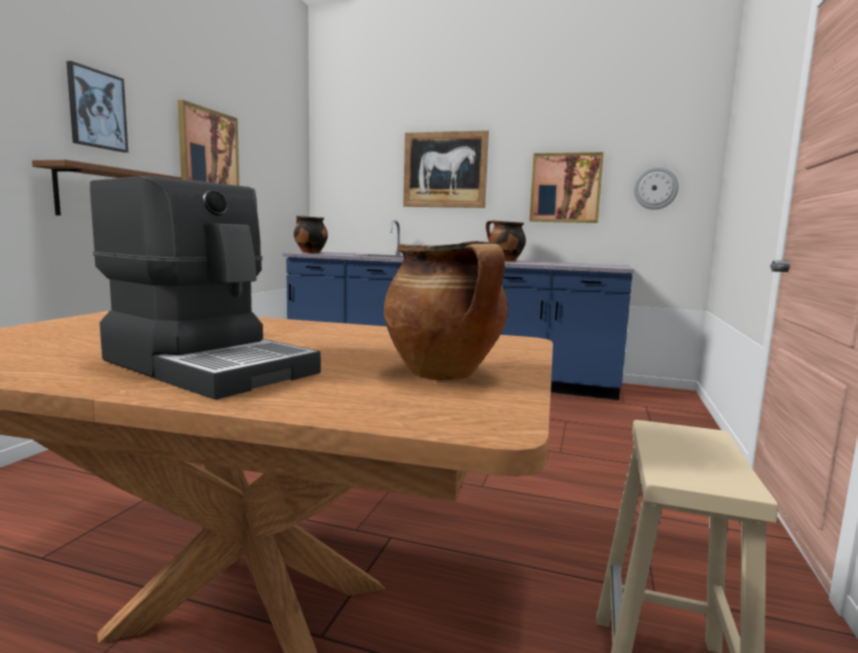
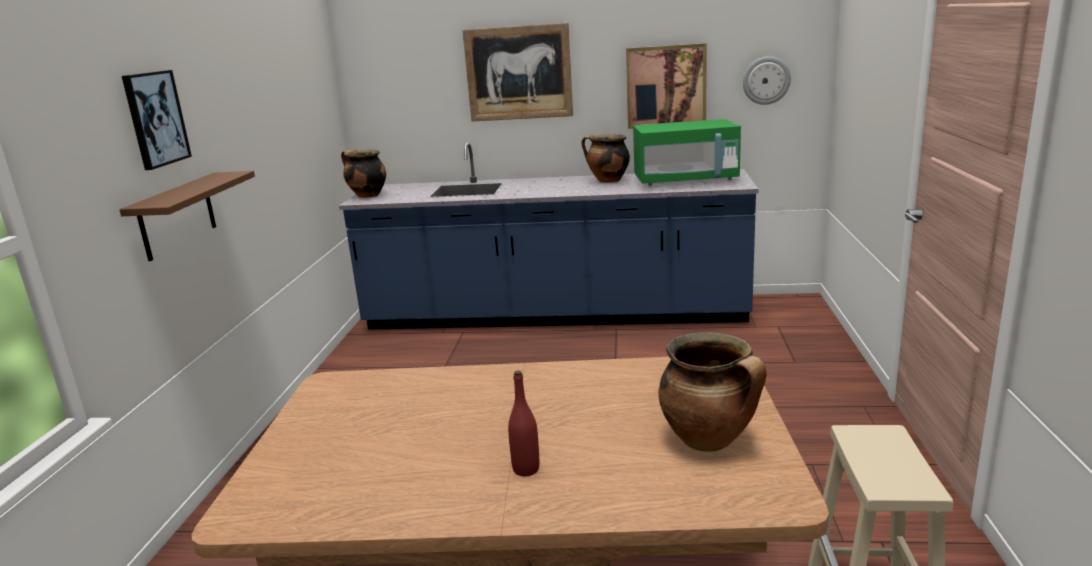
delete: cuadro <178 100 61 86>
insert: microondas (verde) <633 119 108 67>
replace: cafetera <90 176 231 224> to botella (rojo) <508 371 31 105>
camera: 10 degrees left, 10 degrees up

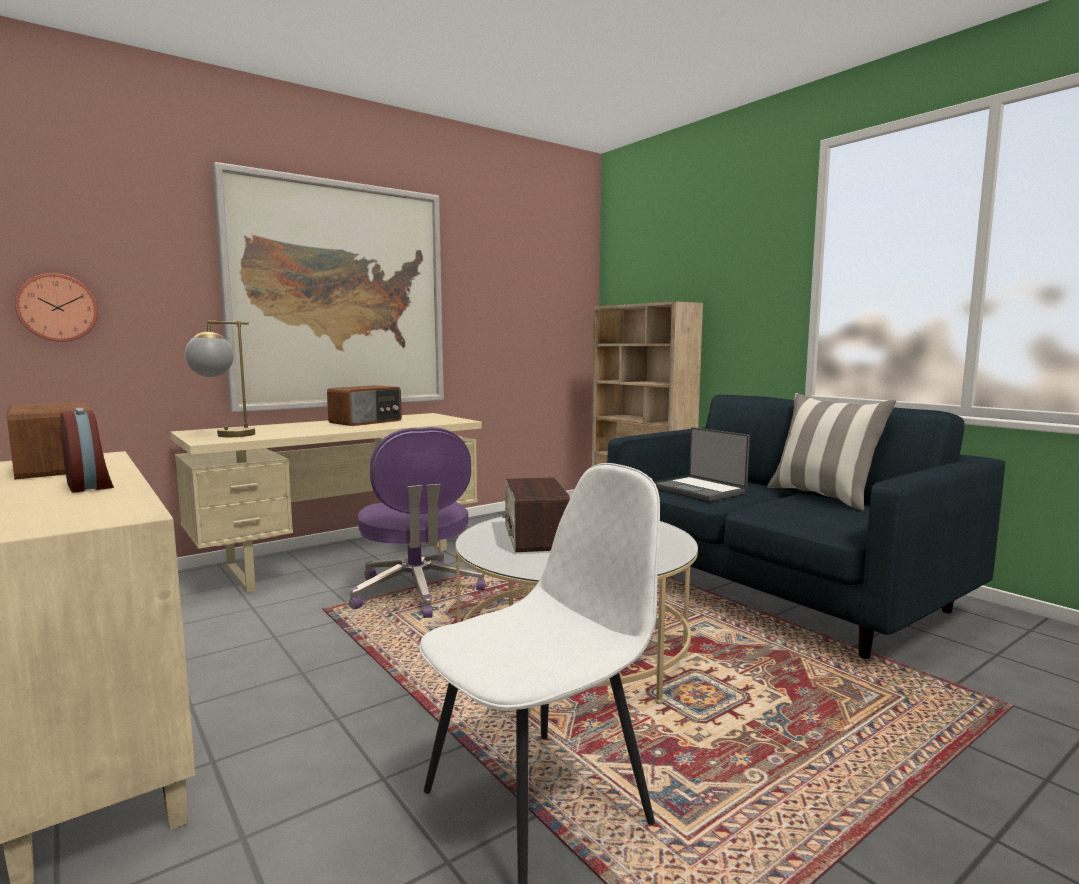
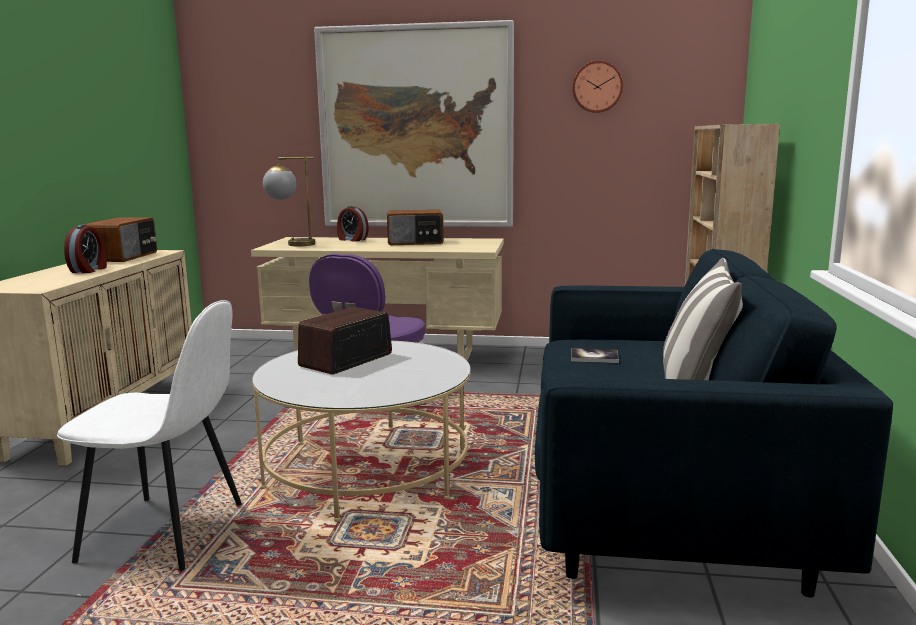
insert: despertador <337 206 32 36>
move: reloj de pared <15 273 83 69> to <572 61 51 52>
replace: portátil <655 427 95 74> to libro <571 348 48 15>
camera: 45 degrees right, 5 degrees up

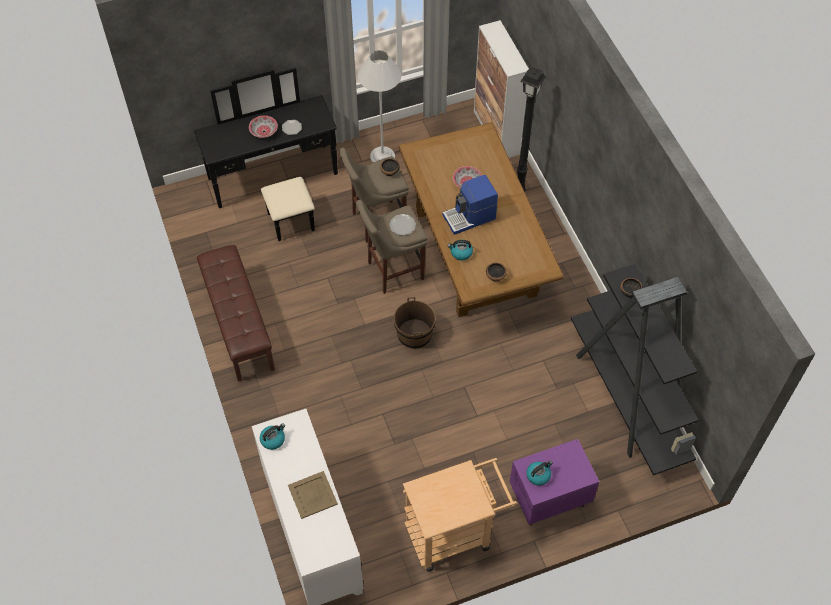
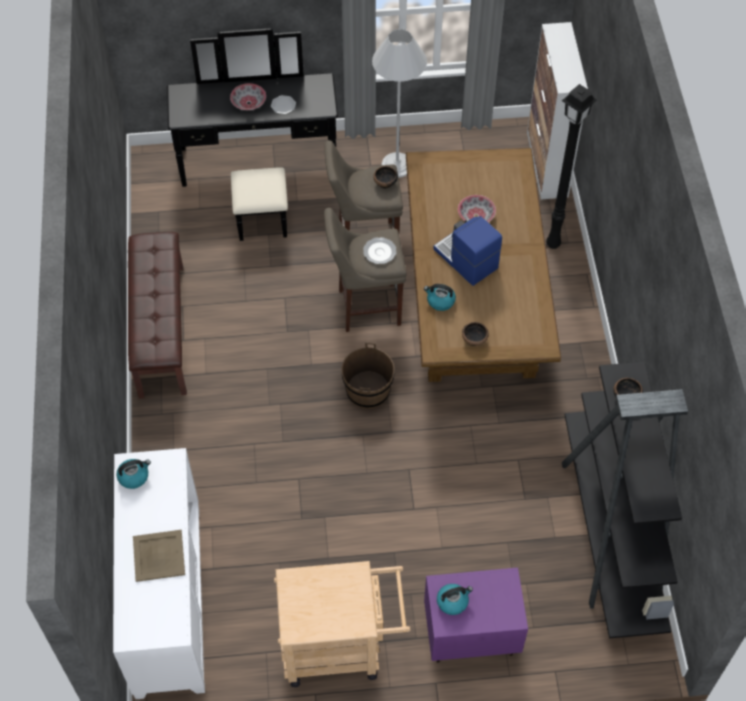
rotate: cafetera <442 175 56 60> = <433 216 69 70> 60 degrees clockwise
camera: 15 degrees right, 0 degrees up

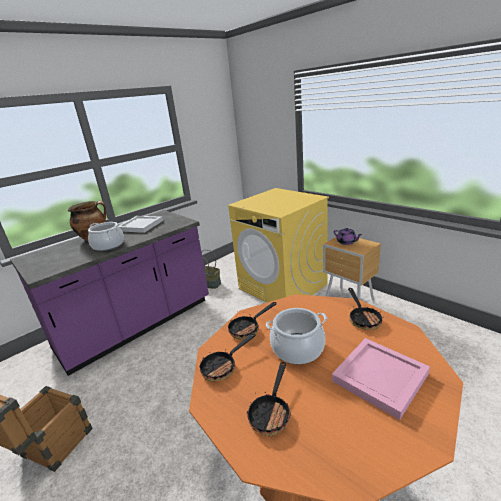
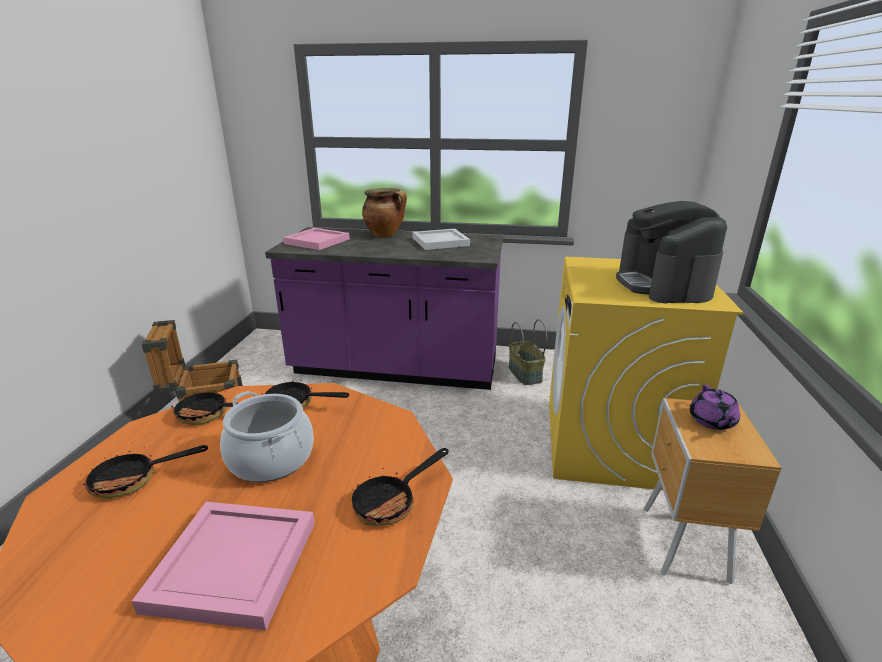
delete: olla <88 222 36 29>
insert: bandeja (rosa) <283 228 67 22>; cafetera <616 201 111 102>
camera: 50 degrees right, 0 degrees up

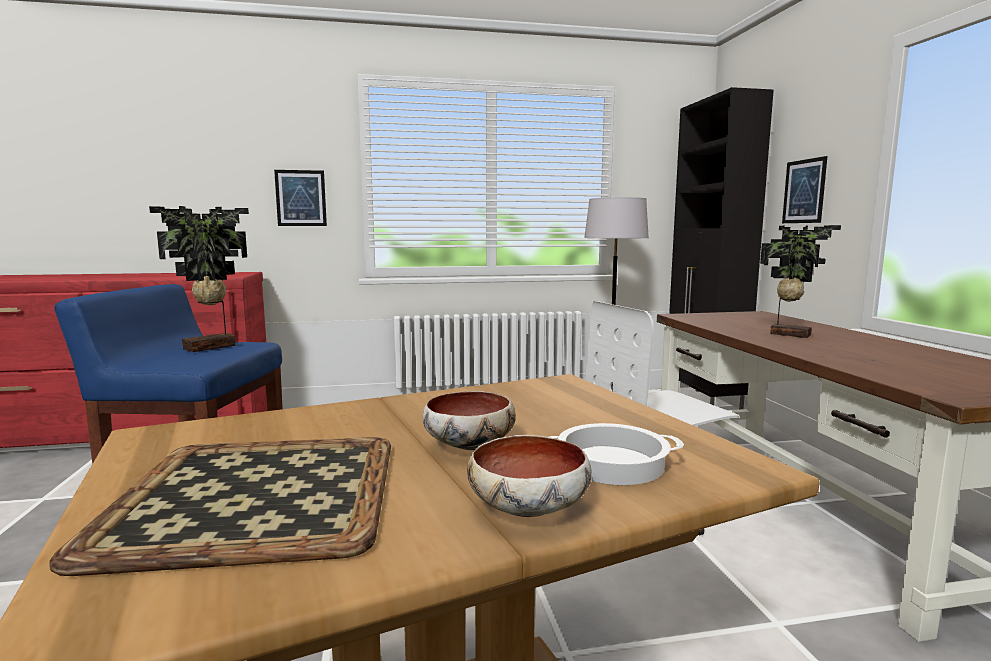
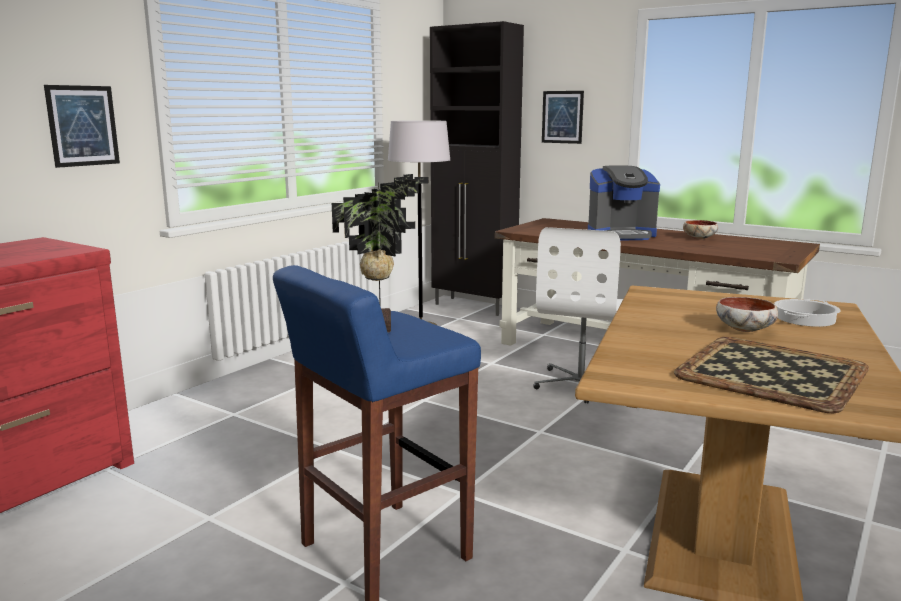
move: cuenco <467 435 125 82> to <683 220 35 19>
replace: planta en maceta <760 225 81 113> to cafetera <588 165 72 75>
camera: 45 degrees left, 5 degrees up

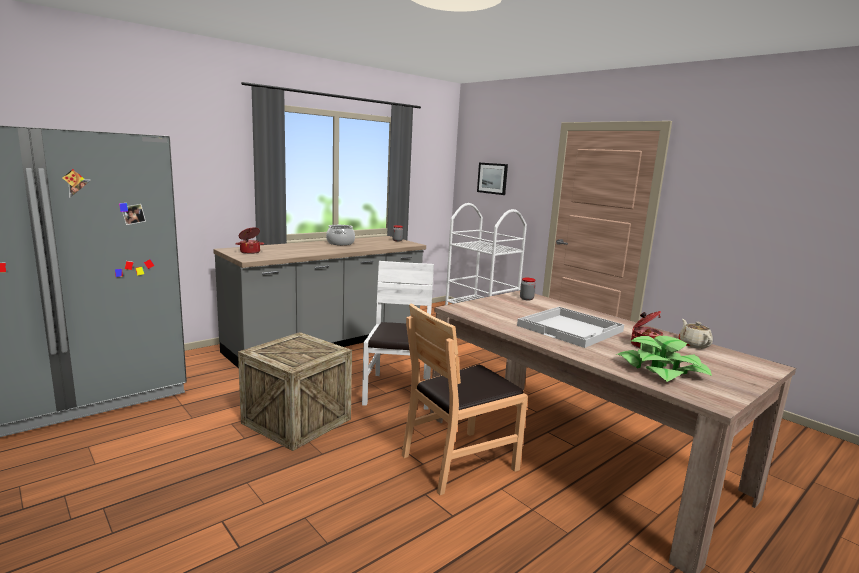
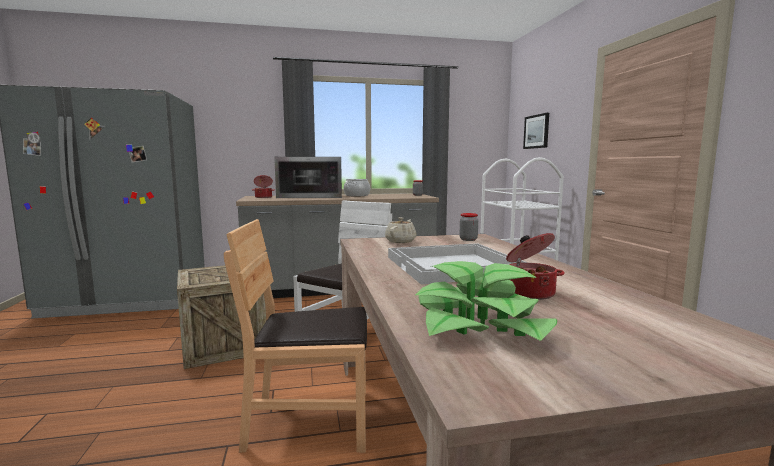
insert: microondas <274 157 68 41>
move: tetera (beis) <679 319 34 30> to <385 217 31 26>
camera: 30 degrees right, 5 degrees down

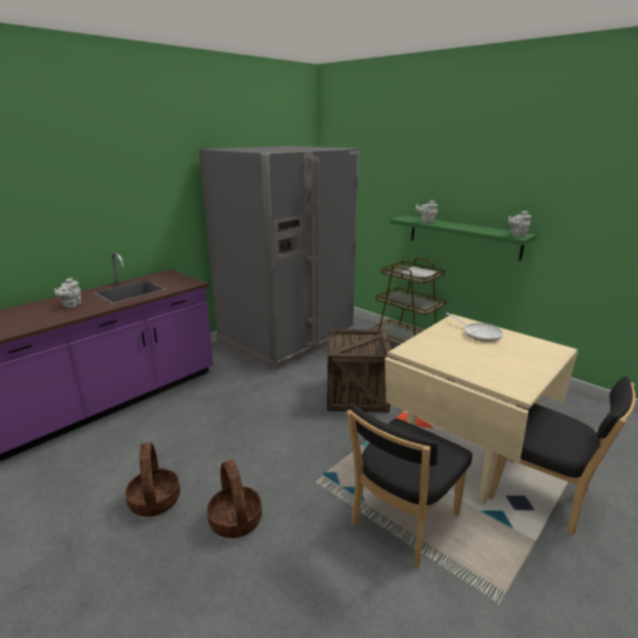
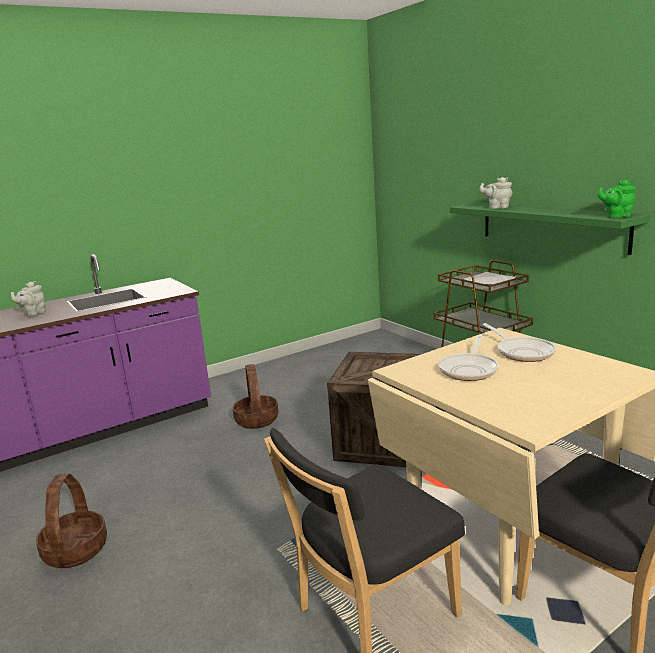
delete: nevera (gris) <199 146 160 224>
insert: sartén <438 335 60 46>
move: cesta <207 460 55 78> to <233 364 46 65>
recolor: tetera (gris) <508 211 23 26> to tetera (verde) <598 179 38 39>
camera: 15 degrees right, 5 degrees down

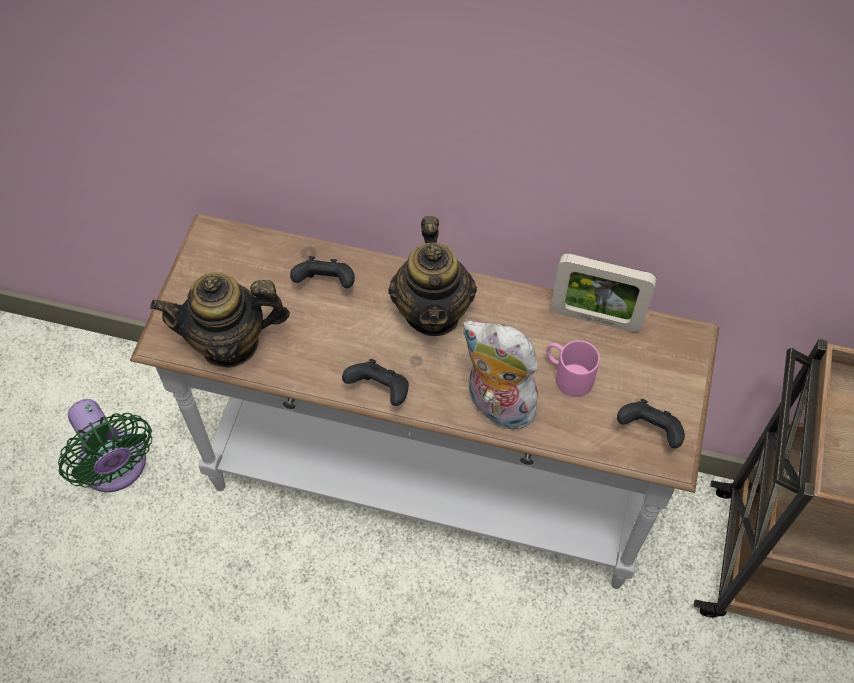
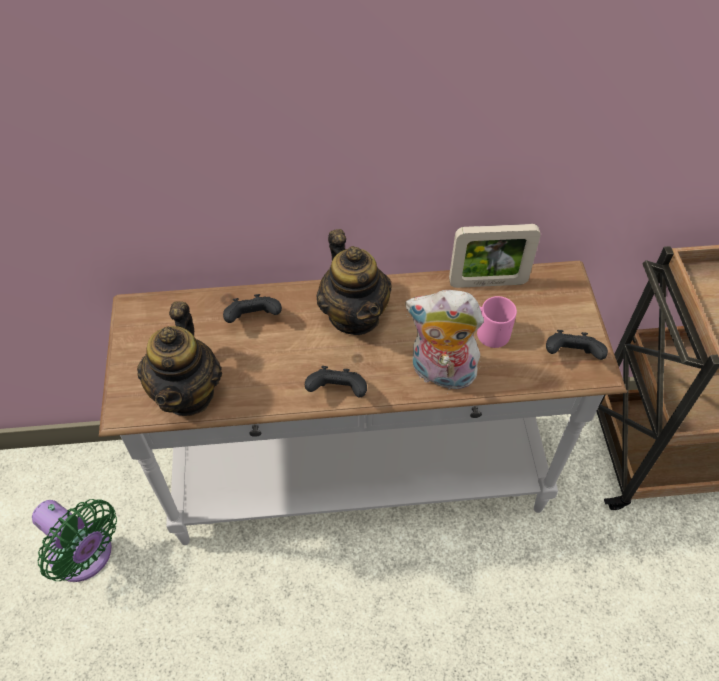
rotate: tetera <150 272 140 96> = <137 301 85 115> 60 degrees counterclockwise
camera: 20 degrees left, 5 degrees down

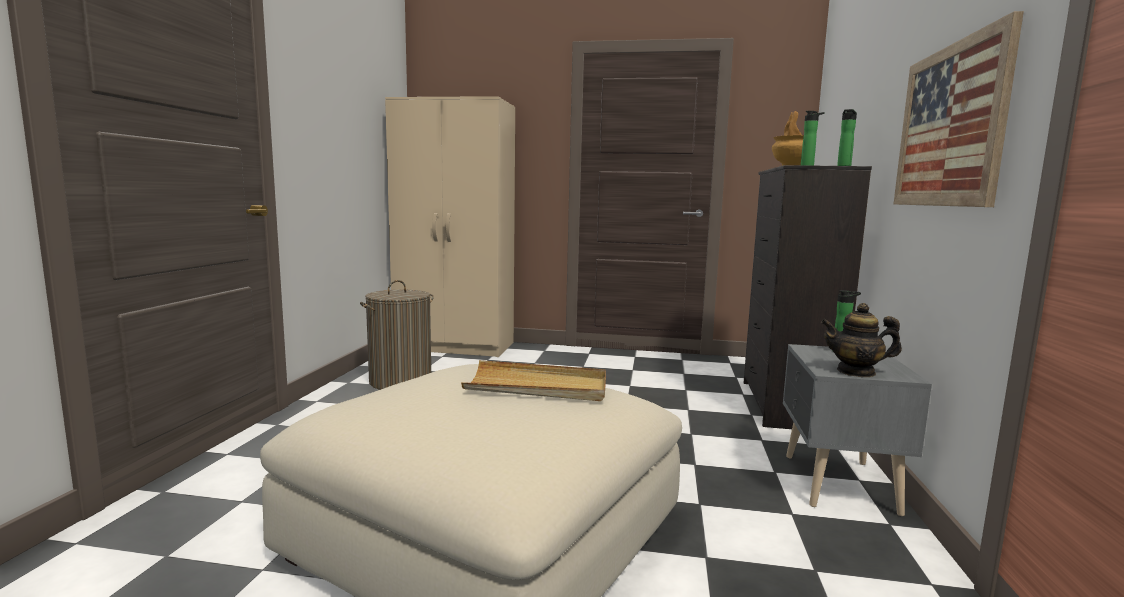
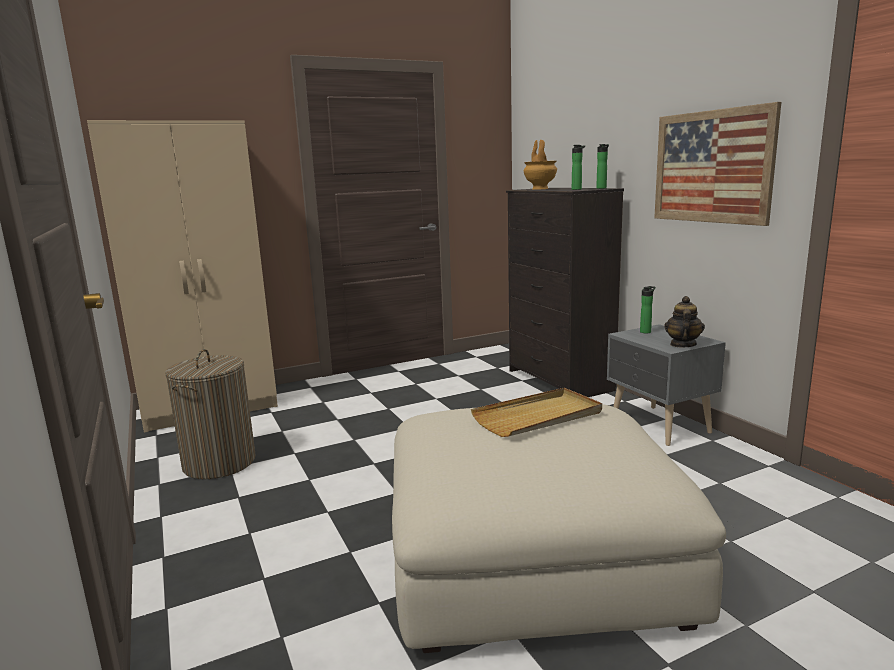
rotate: tetera <821 303 81 74> = <664 296 41 51> 135 degrees clockwise
camera: 35 degrees left, 5 degrees up

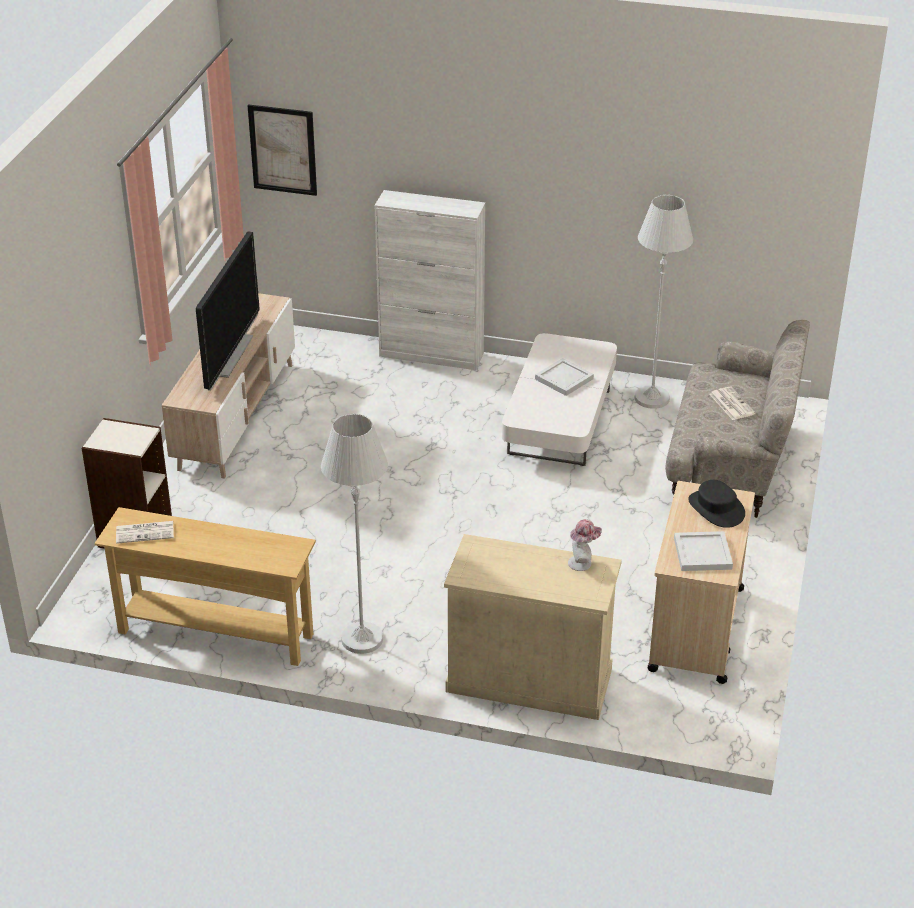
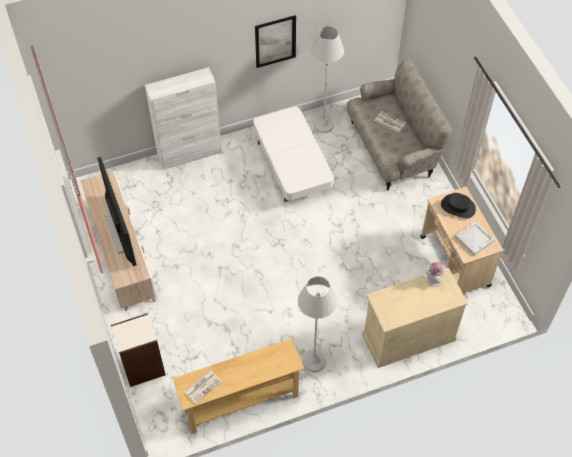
delete: bandeja (blanco) <535 358 59 38>
move: cuadro <247 104 70 92> to <255 15 41 53>
camera: 35 degrees left, 20 degrees up

